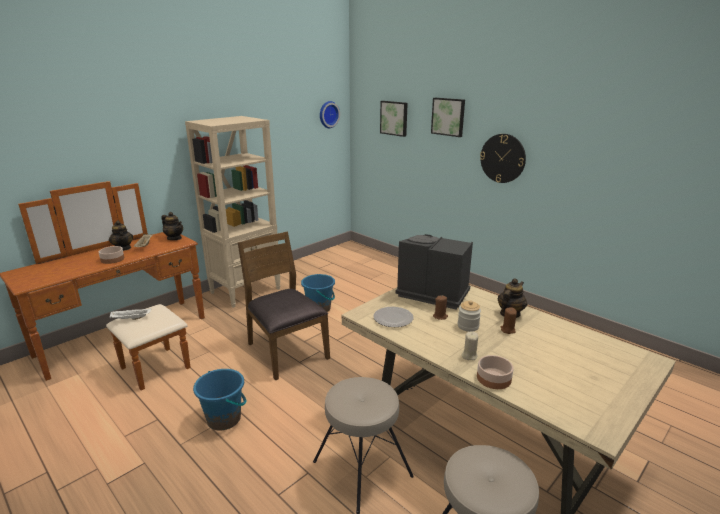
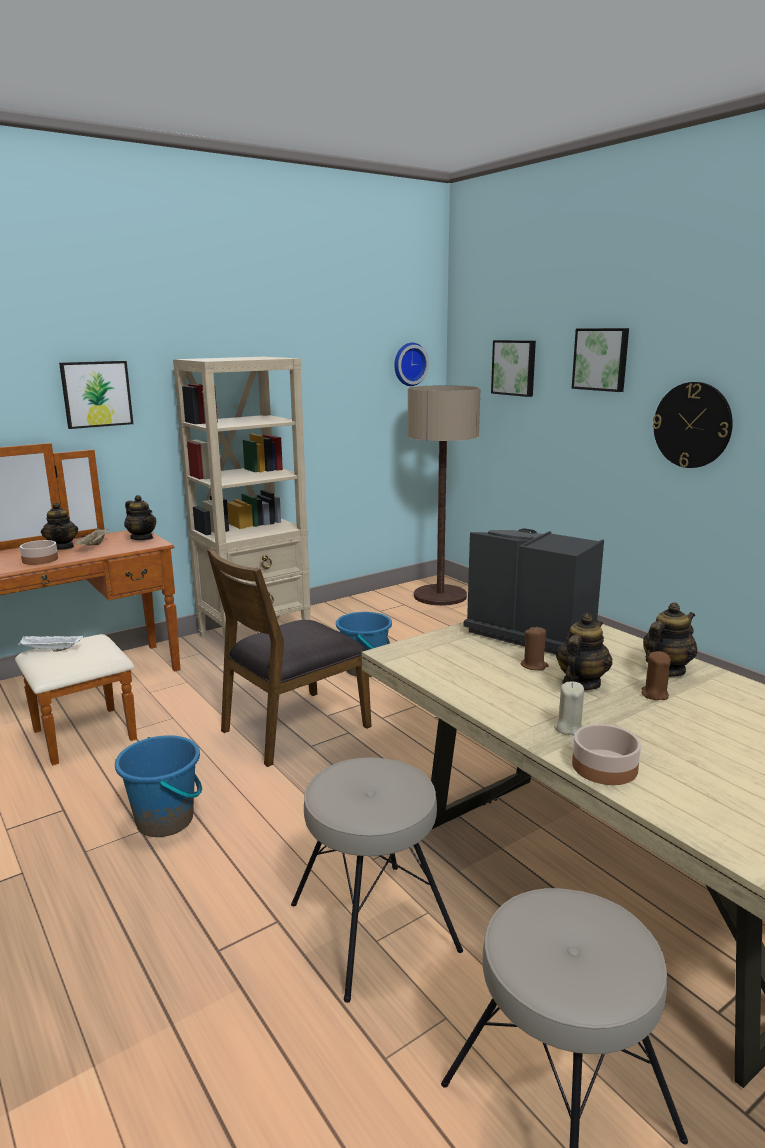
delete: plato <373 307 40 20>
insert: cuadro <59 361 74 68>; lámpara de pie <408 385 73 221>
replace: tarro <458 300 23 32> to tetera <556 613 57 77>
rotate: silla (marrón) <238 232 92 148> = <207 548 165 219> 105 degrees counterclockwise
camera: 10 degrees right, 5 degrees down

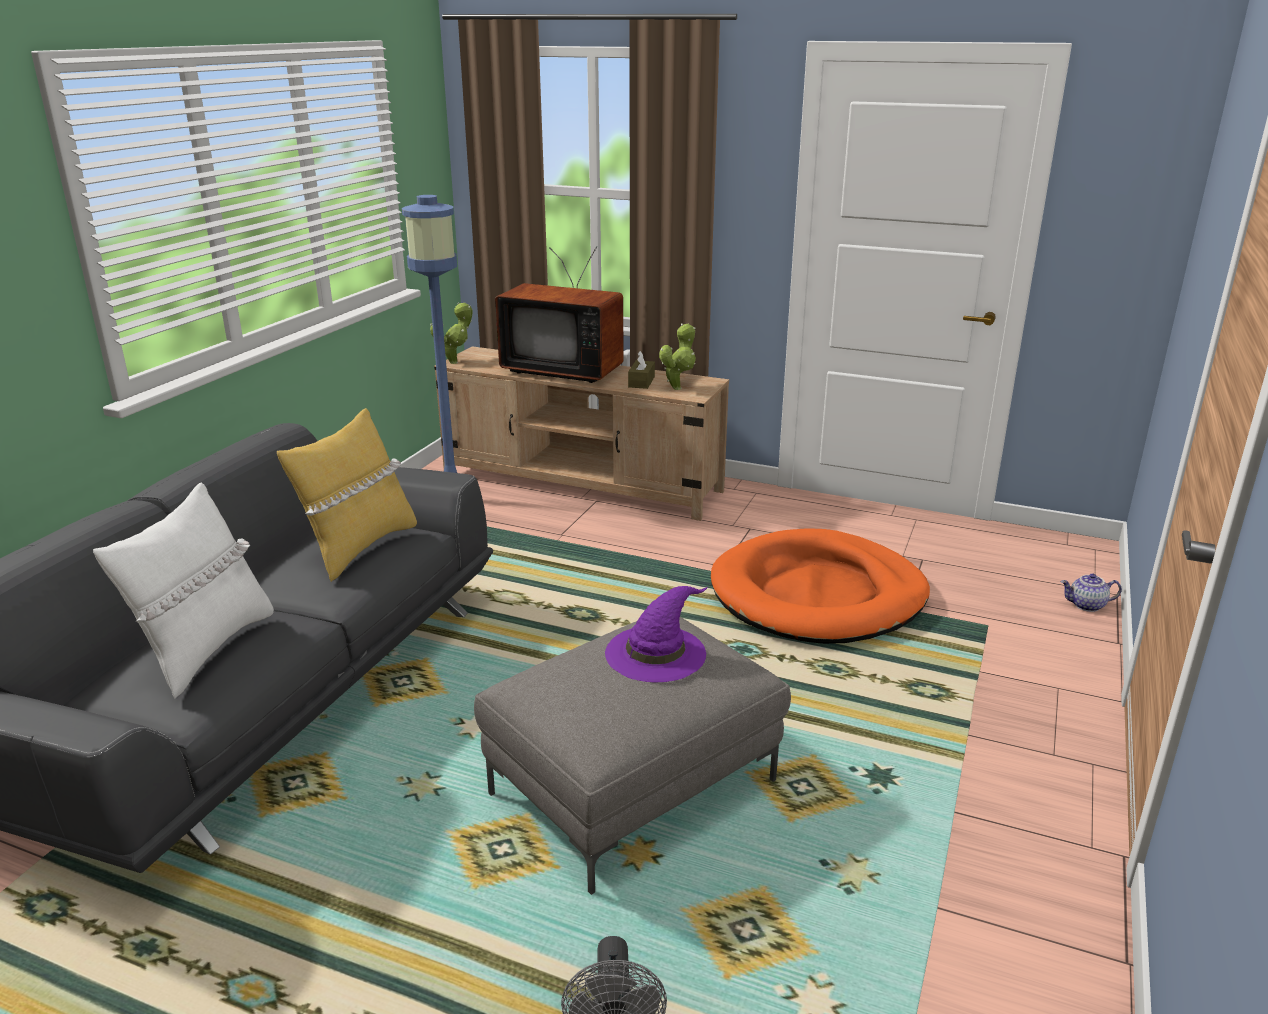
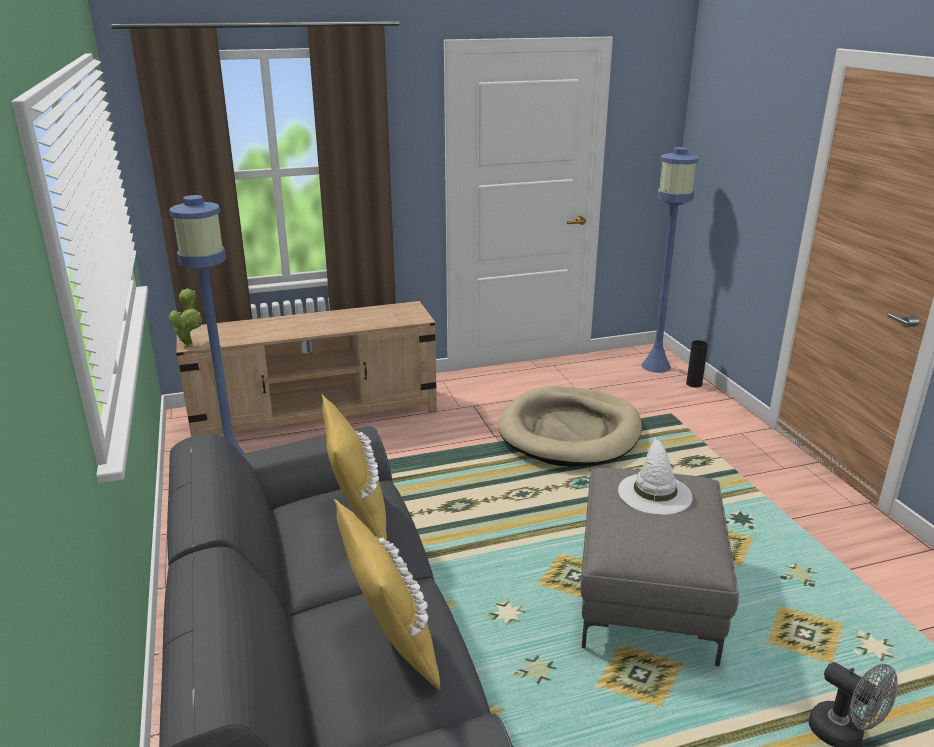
delete: televisor <495 246 129 137>; caja de pañuelos (marrón) <628 351 27 38>; planta en maceta <659 324 37 66>
insert: lámpara de pie (azul) <642 147 57 226>
replace: tetera <1061 573 61 39> to florero (negro) <686 340 22 48>
recolor: cojín (blanco) <93 483 181 216> to cojín (amarillo) <334 499 106 191>; cama para perro (naranja) <711 528 219 116> to cama para perro (beis) <498 386 144 80>; sombrero (morado) <605 586 103 96> to sombrero (blanco) <618 437 75 78>
camera: 40 degrees left, 0 degrees up

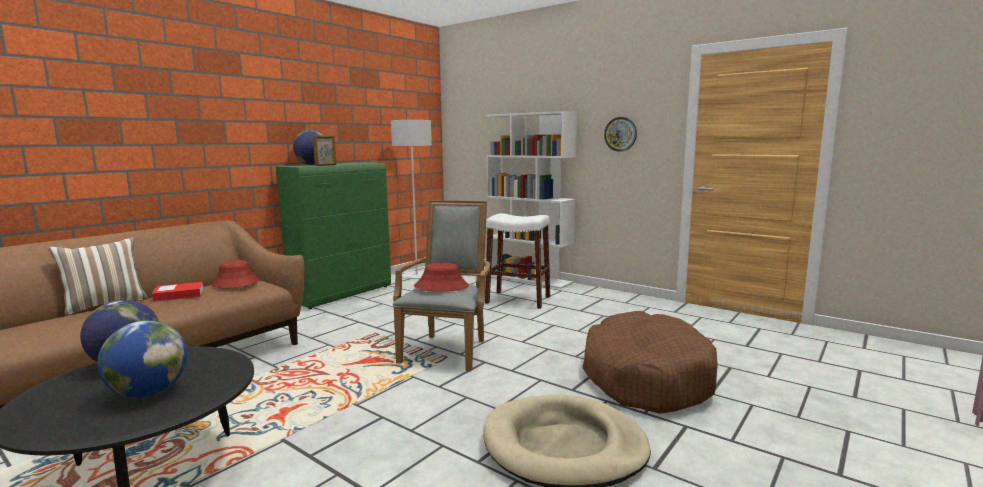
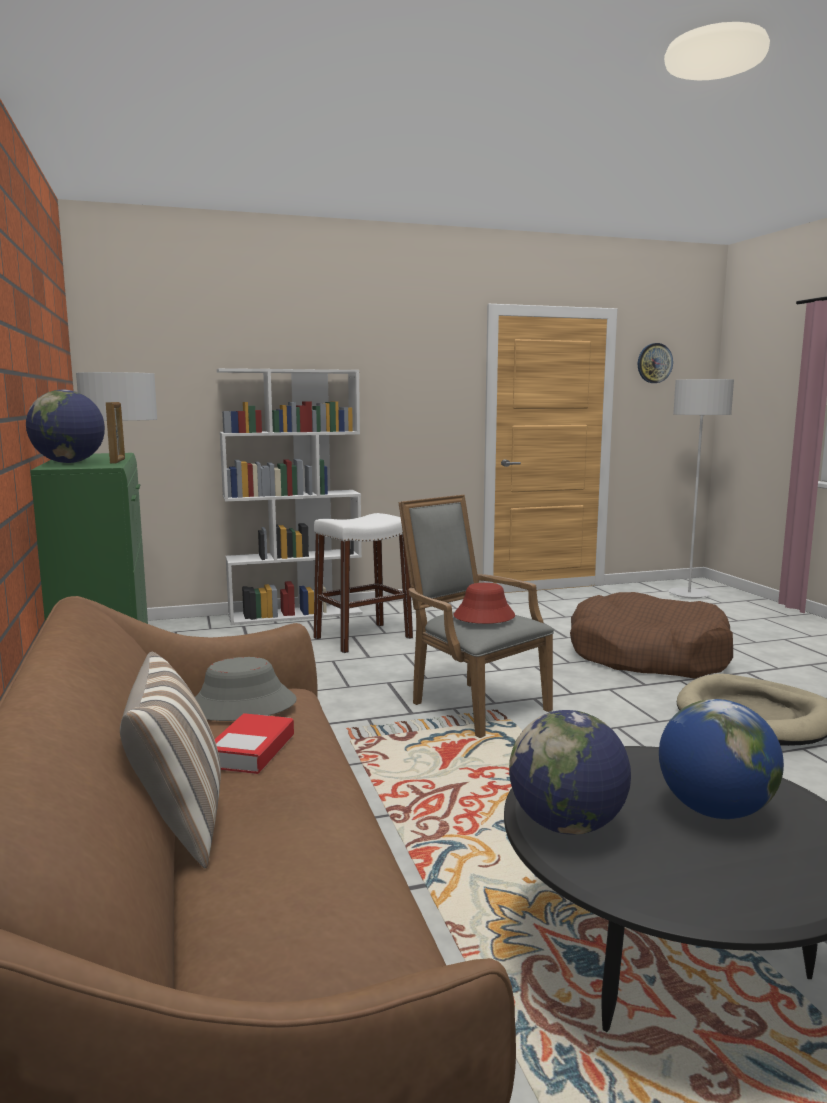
insert: lámpara de pie (gris) <668 379 66 219>
move: reloj de pared <604 117 33 34> to <638 343 35 40>
recolor: sombrero (rojo) <212 260 47 28> to sombrero (gris) <195 657 102 64>
camera: 55 degrees left, 0 degrees up

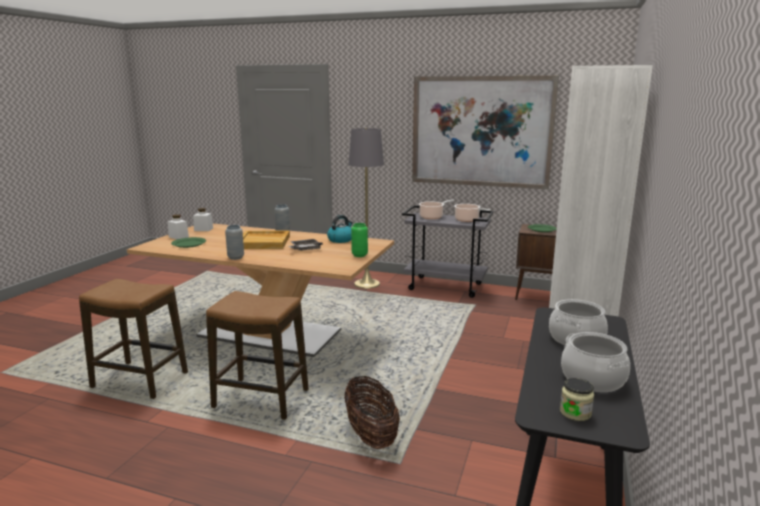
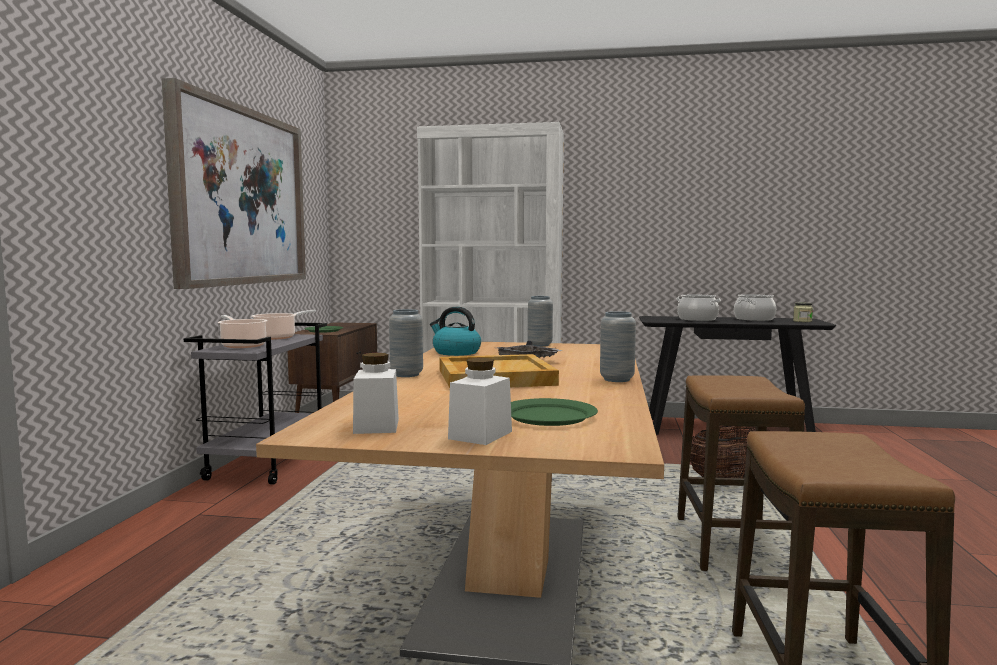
delete: lámpara de pie (gris) <348 128 36 161>
recolor: florero (verde) <351 223 17 34> to florero (gris) <528 296 25 51>
camera: 100 degrees left, 10 degrees down

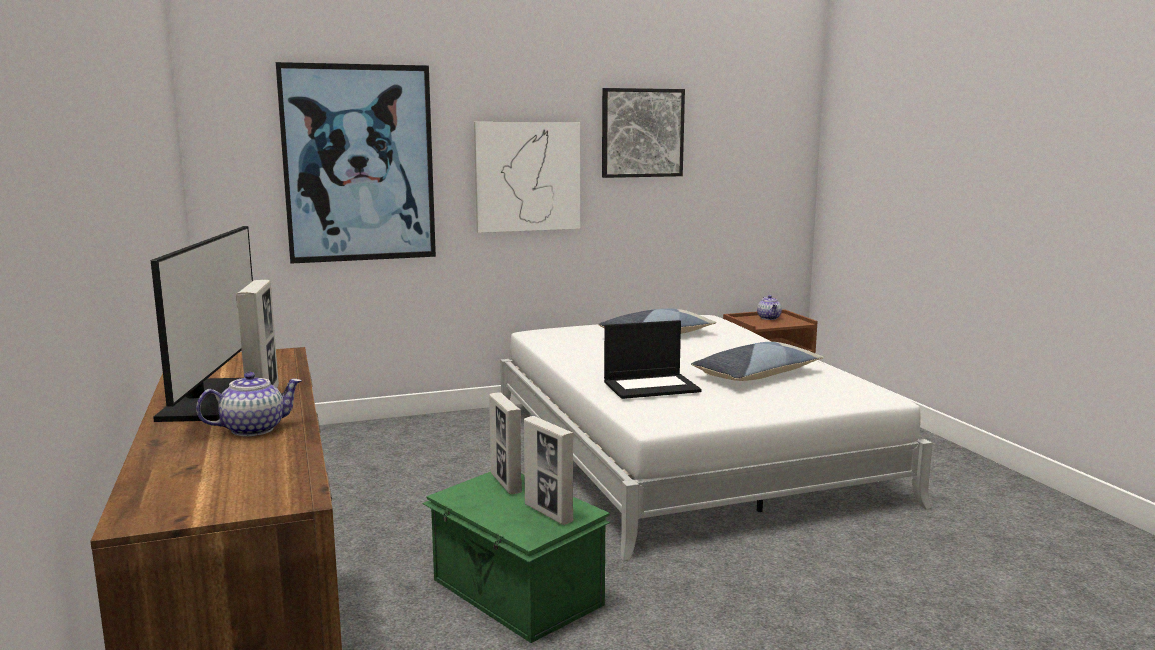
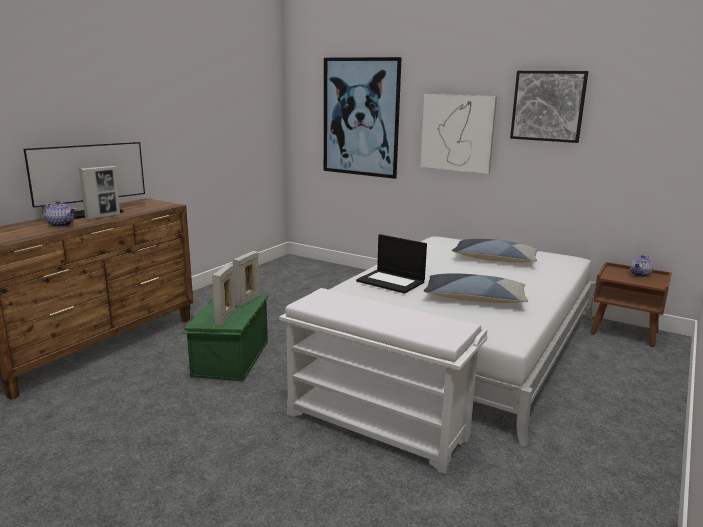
insert: banco (blanco) <279 288 208 186>
camera: 50 degrees right, 5 degrees up

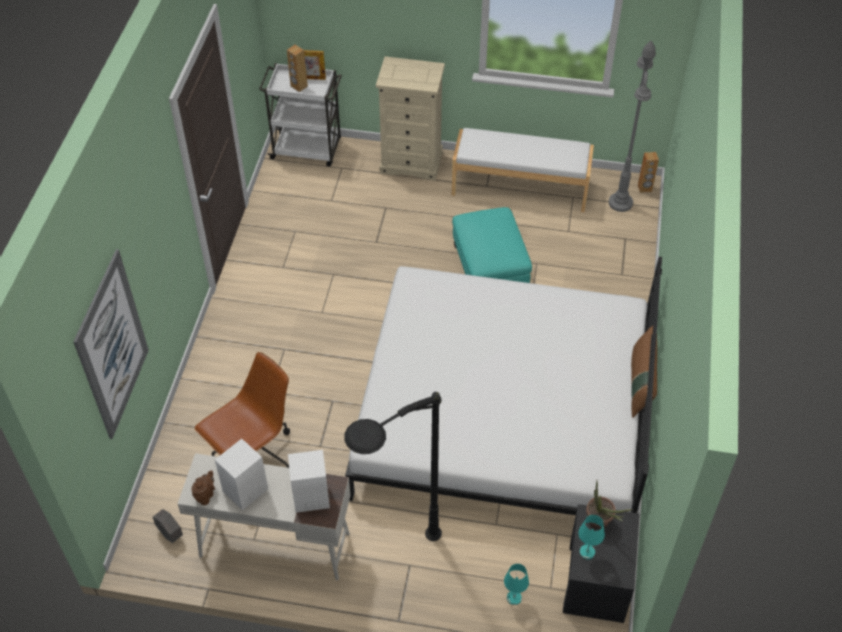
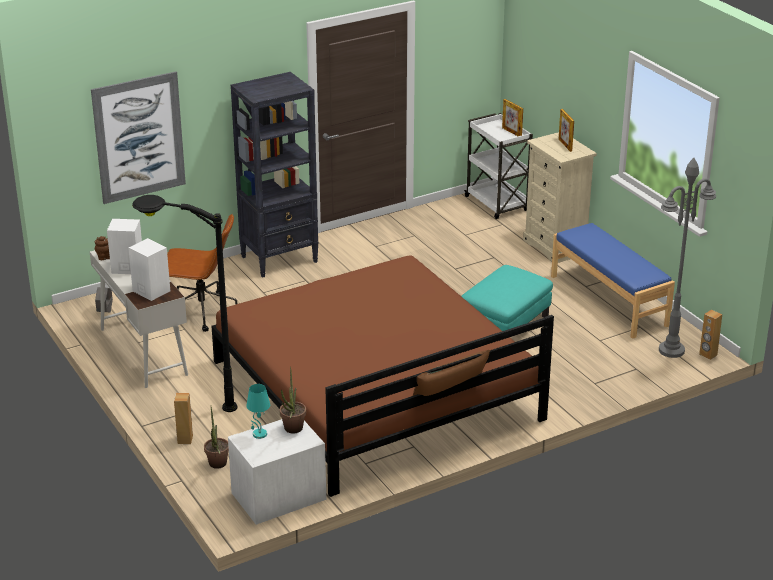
insert: estantería (negro) <231 72 88 206>; portarretratos <559 109 15 43>
move: altavoz (marrón) <287 45 21 47> to <174 393 19 51>
replace: lámpara de mesa (turquesa) <504 564 25 41> to planta en maceta <204 407 25 62>
recolor: cama (blanco) <345 257 317 258> to cama (marrón) <211 255 343 242>; mesita de noche (negro) <563 504 77 119> to mesita de noche (blanco) <228 419 98 106>; banco (blanco) <452 128 142 84> to banco (azul) <551 223 124 116>
camera: 50 degrees right, 20 degrees down

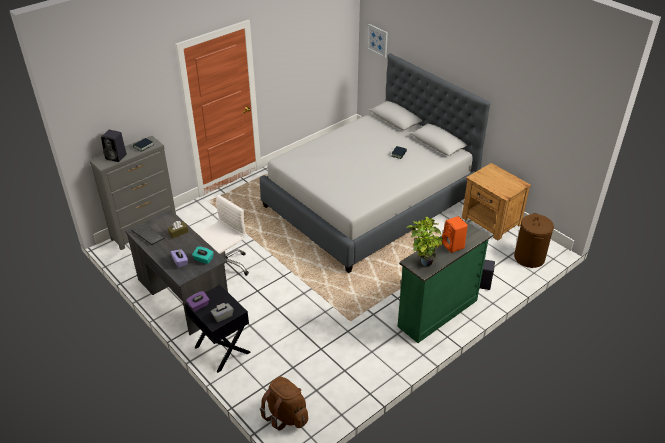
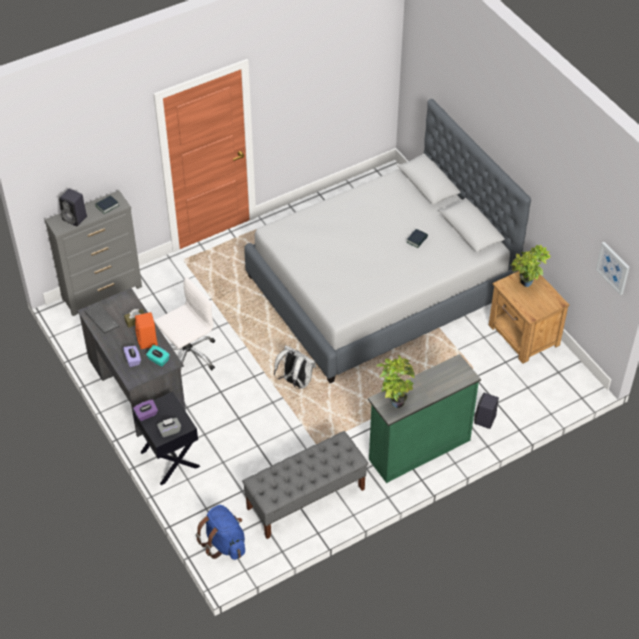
delete: cesto de la ropa (marrón) <514 213 40 55>
insert: banco (gris) <242 431 126 108>; mochila (blanco) <274 345 42 44>; planta en maceta <510 245 41 42>
move: altavoz (naranja) <442 216 26 37> to <135 312 23 37>; cuadro <367 24 21 34> to <596 242 34 53>
recolor: mochila (marrón) <260 376 48 55> to mochila (azul) <196 505 49 55>
camera: 10 degrees right, 10 degrees up

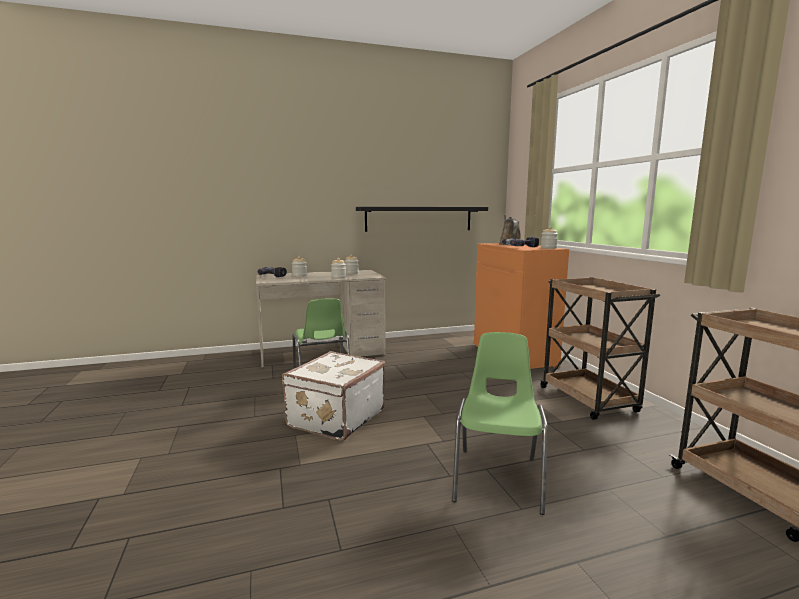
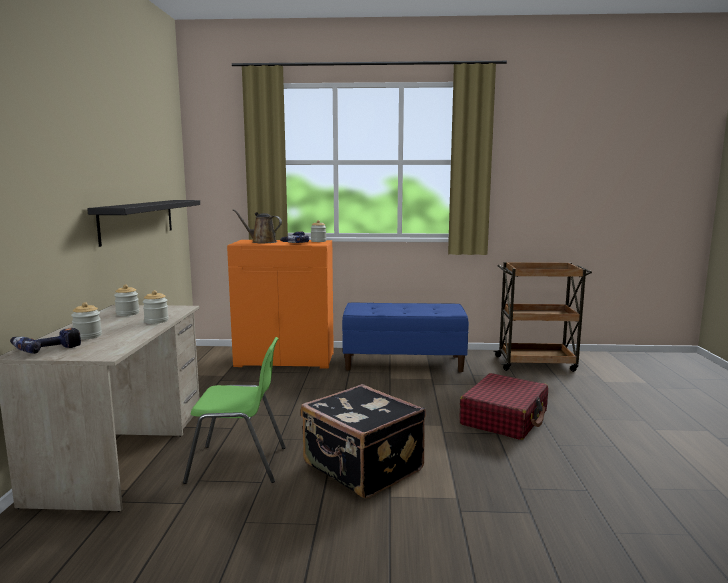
replace: carrito (marrón) <539 277 121 143> to banco (azul) <342 303 127 69>; silla (verde) <452 332 96 183> to maleta (rojo) <459 373 89 67>
recolor: maleta (blanco) <282 351 103 90> to maleta (negro) <301 384 125 114>
camera: 70 degrees left, 0 degrees up

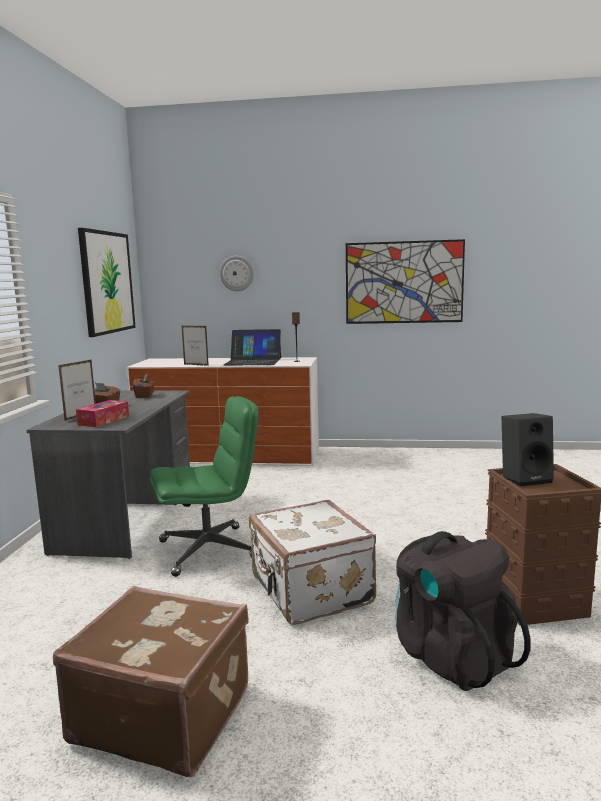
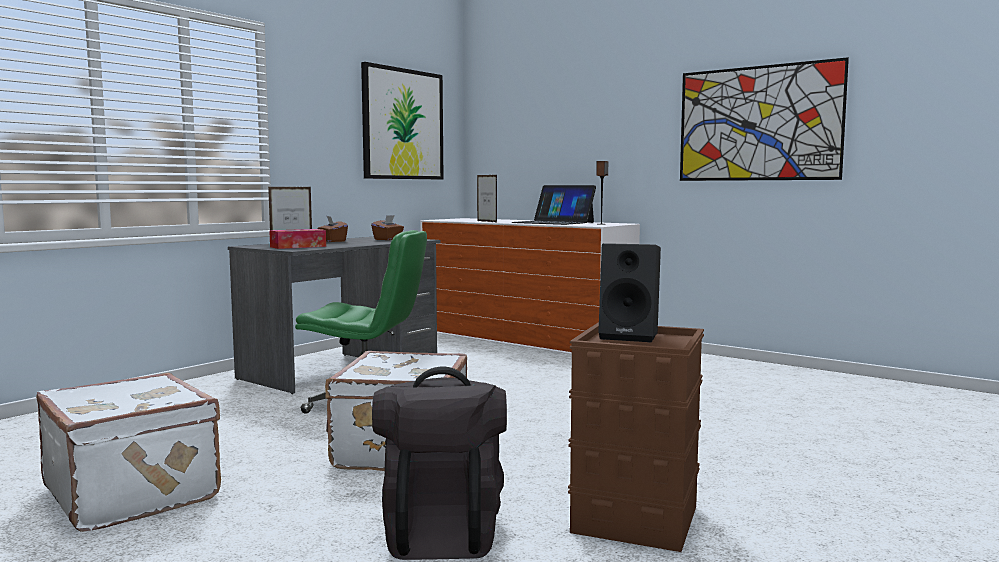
delete: reloj de pared <220 256 34 35>
recolor: maleta (marrón) <53 586 196 191> to maleta (blanco) <36 373 185 159>
camera: 30 degrees right, 5 degrees down

